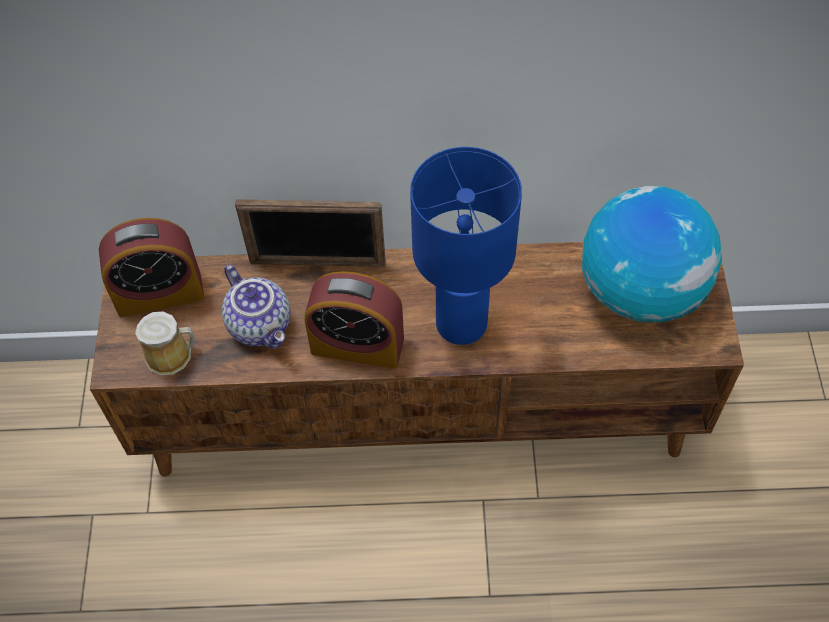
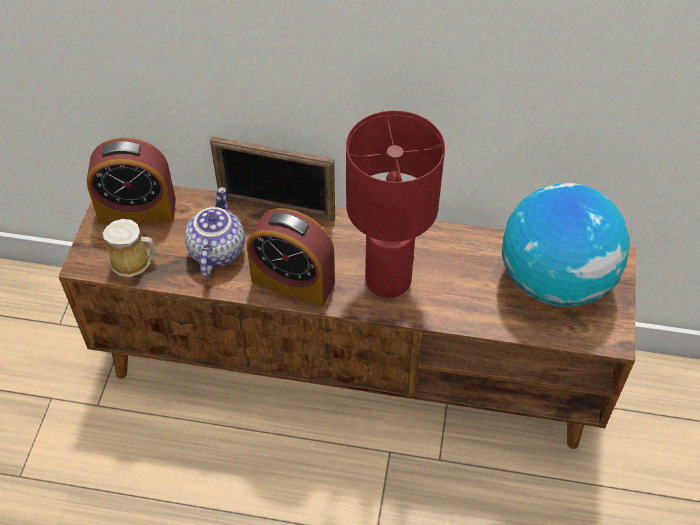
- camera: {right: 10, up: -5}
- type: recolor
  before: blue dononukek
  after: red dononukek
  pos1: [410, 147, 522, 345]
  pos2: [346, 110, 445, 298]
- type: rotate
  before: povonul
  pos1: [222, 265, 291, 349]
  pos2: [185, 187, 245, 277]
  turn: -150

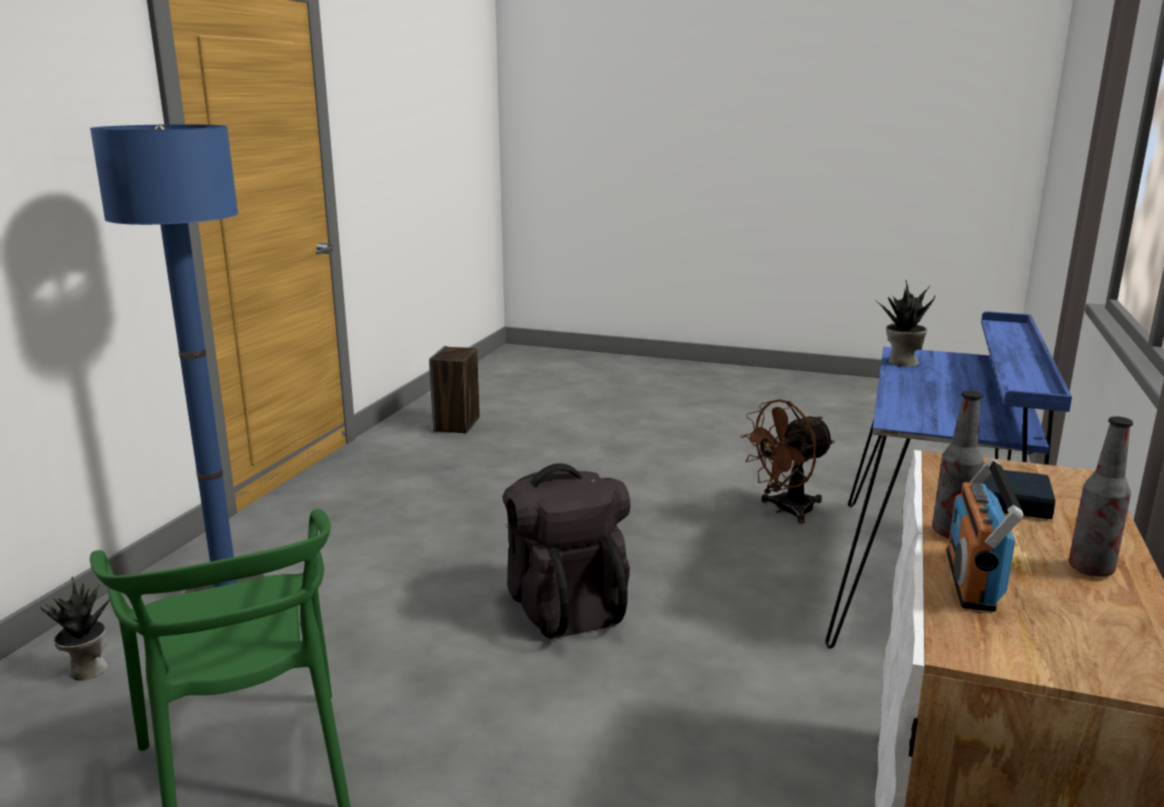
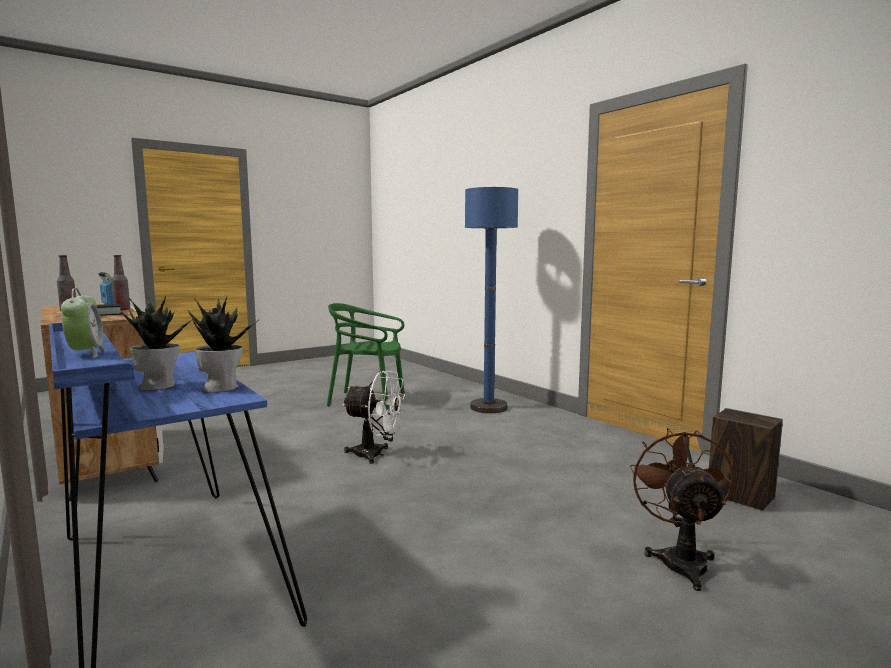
- camera: {right: 125, up: -10}
- type: insert
  after: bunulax
  pos2: [61, 288, 106, 358]
- type: move
  before: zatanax
  pos1: [40, 577, 110, 680]
  pos2: [121, 296, 192, 390]
- type: move
  before: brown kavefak
  pos1: [741, 399, 835, 524]
  pos2: [630, 428, 734, 591]
- type: replace
  before: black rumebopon
  after: white kavefak
  pos1: [502, 463, 630, 639]
  pos2: [343, 371, 405, 464]

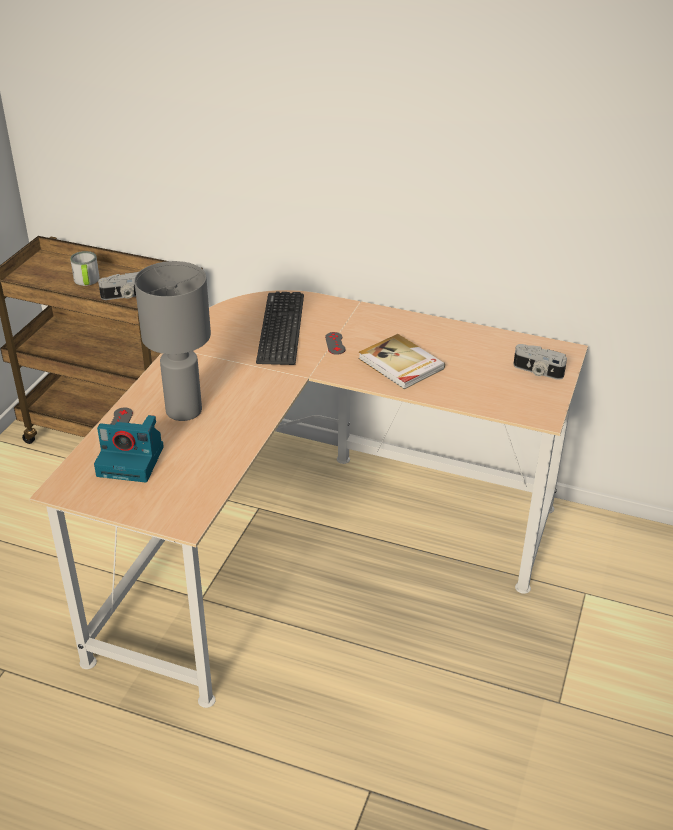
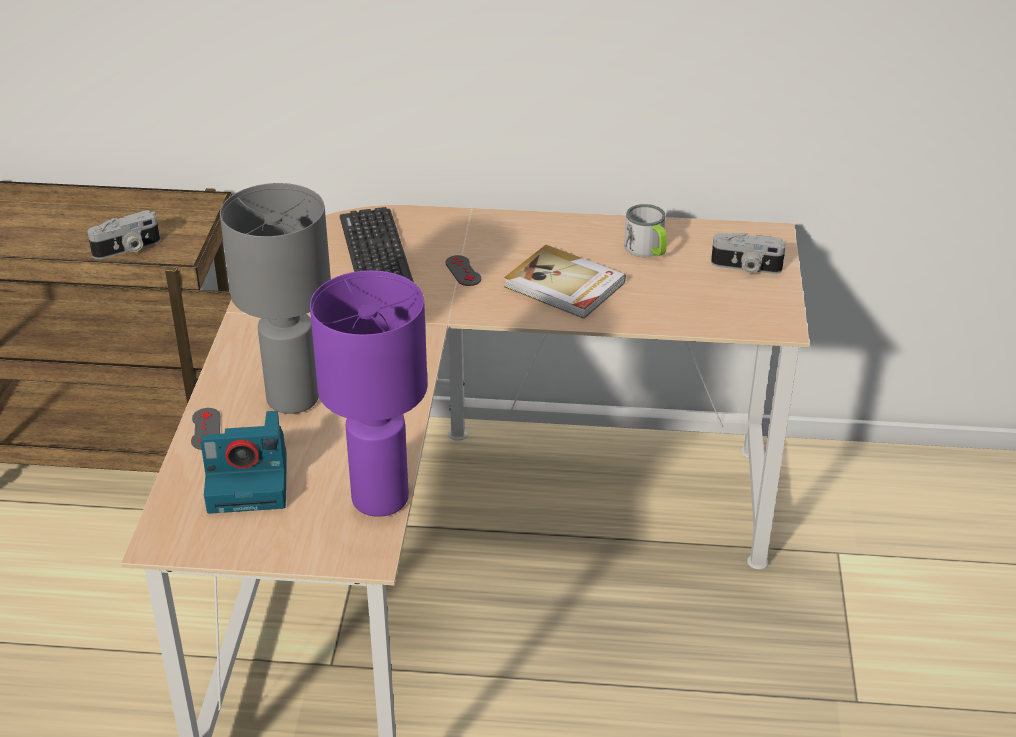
- camera: {right: -15, up: 0}
- type: insert
  after: purple dononukek
  pos2: [310, 270, 427, 517]
- type: move
  before: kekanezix
  pos1: [70, 251, 100, 286]
  pos2: [624, 204, 667, 257]

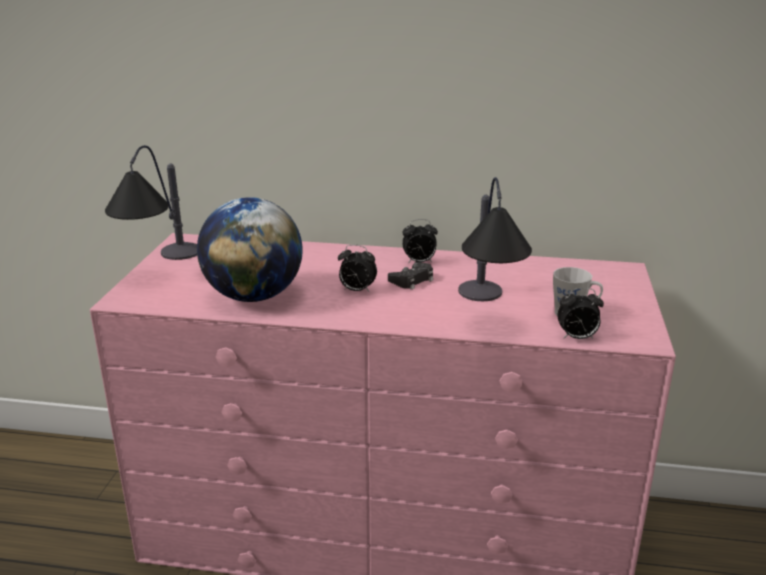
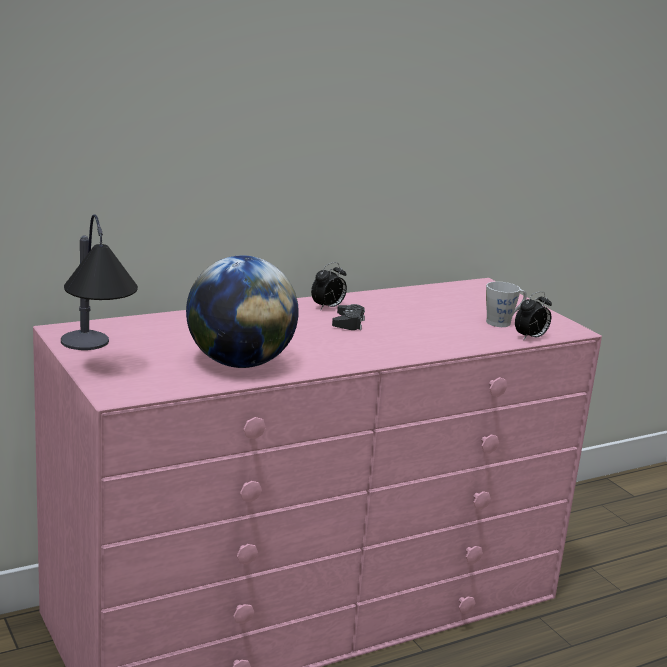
- camera: {right: -40, up: -5}
- type: delete
  before: bunulax
  pos1: [338, 245, 377, 293]
- type: delete
  before: dononukek
  pos1: [458, 177, 532, 301]

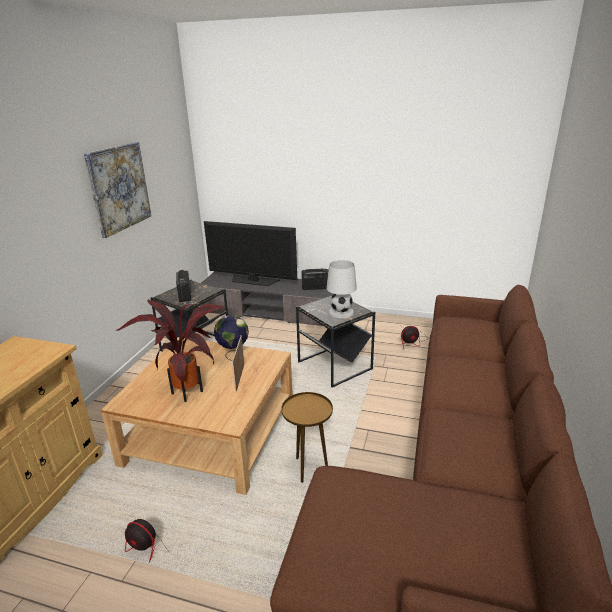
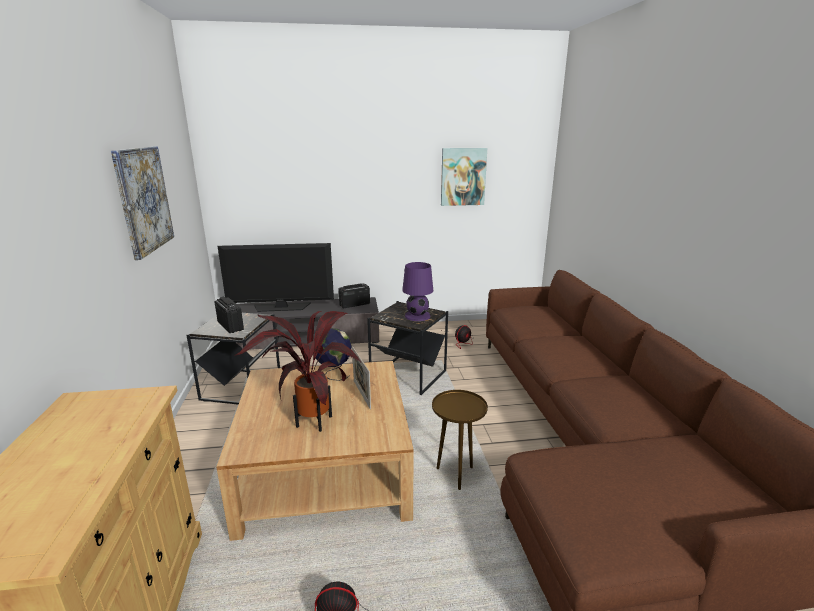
- camera: {right: -25, up: -5}
- type: insert
  after: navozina
  pos2: [441, 148, 487, 206]
- type: recolor
  before: white dononukek
  after: purple dononukek
  pos1: [326, 260, 357, 318]
  pos2: [402, 262, 433, 321]

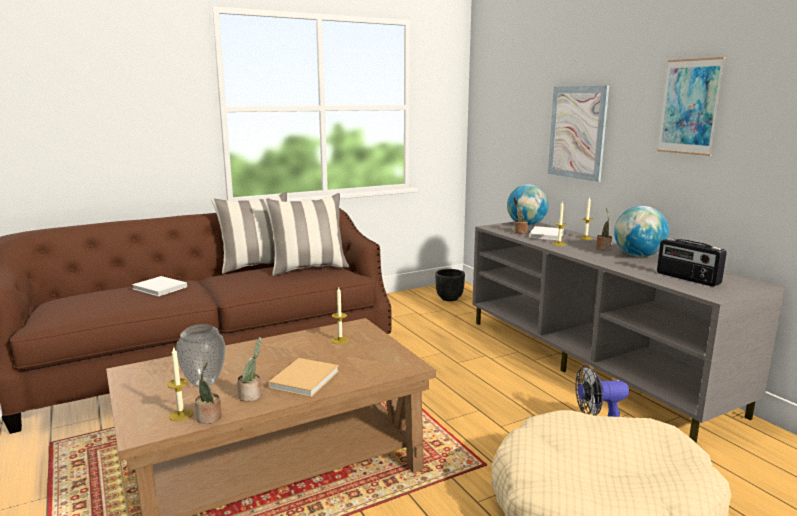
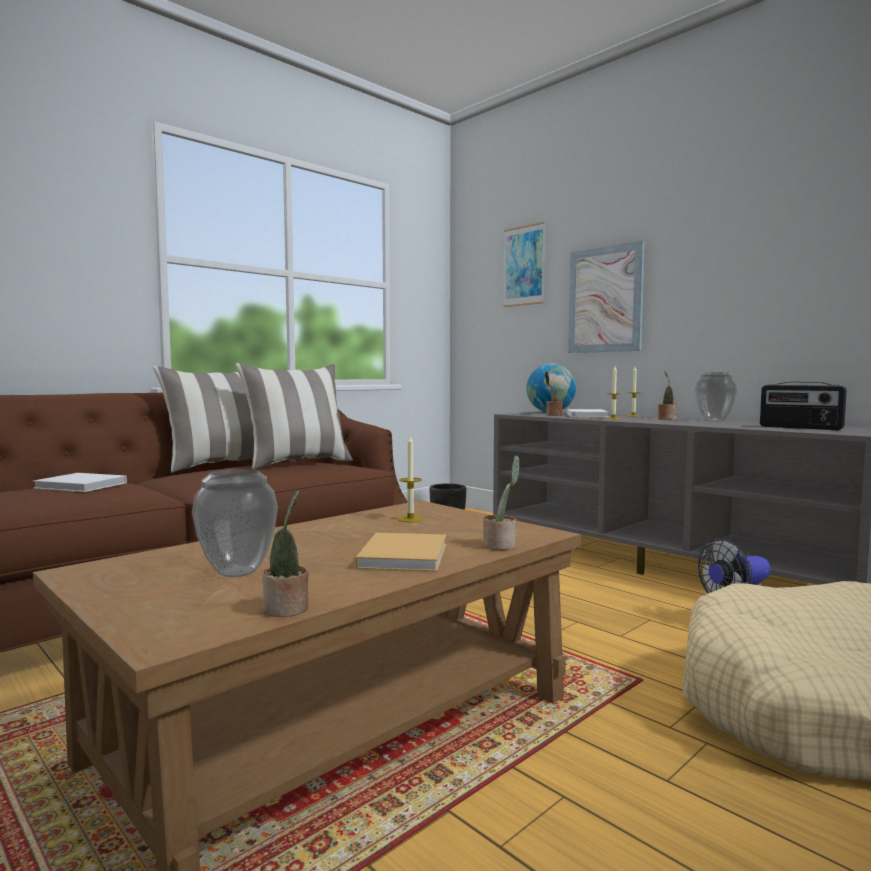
- camera: {right: -15, up: -10}
- type: delete
  before: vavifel
  pos1: [167, 346, 193, 421]
- type: move
  before: zatanax
  pos1: [237, 337, 261, 402]
  pos2: [483, 455, 520, 550]
- type: move
  before: navozina
  pos1: [657, 57, 725, 156]
  pos2: [503, 222, 546, 307]
- type: replace
  before: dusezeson
  after: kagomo
  pos1: [614, 206, 669, 257]
  pos2: [695, 372, 738, 422]

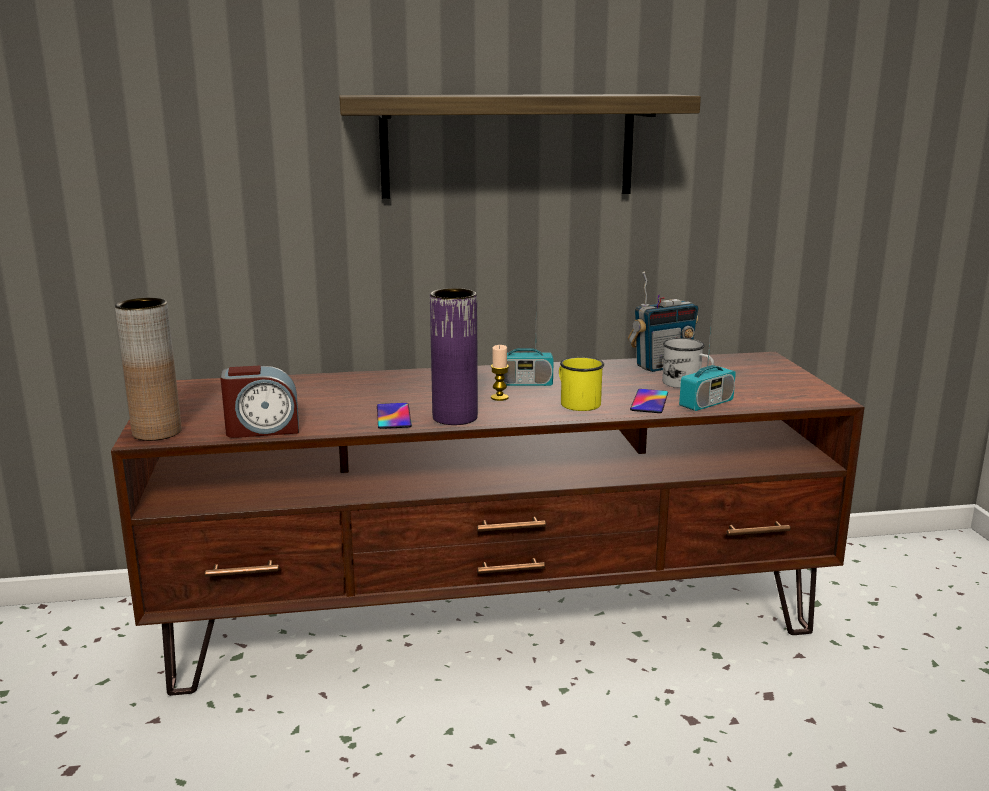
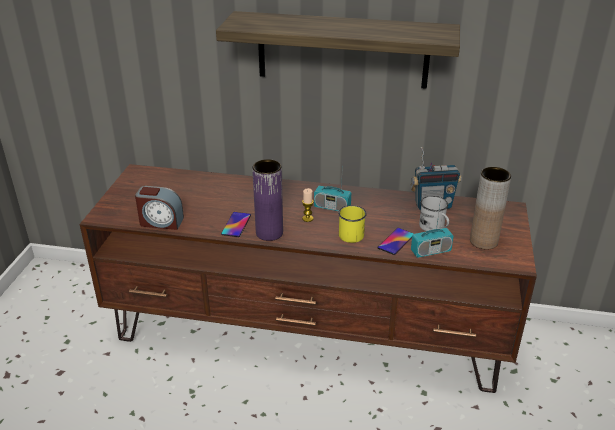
- camera: {right: 20, up: 15}
- type: move
  before: brown kagomo
  pos1: [115, 298, 182, 441]
  pos2: [470, 167, 511, 250]

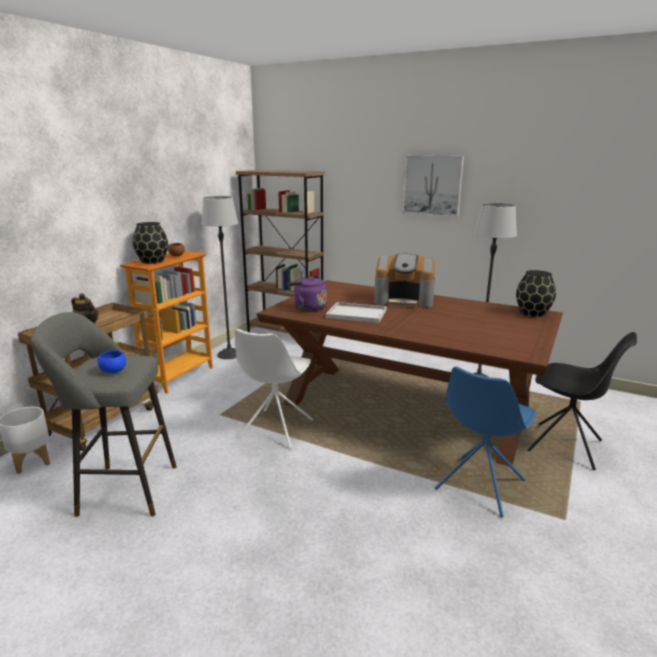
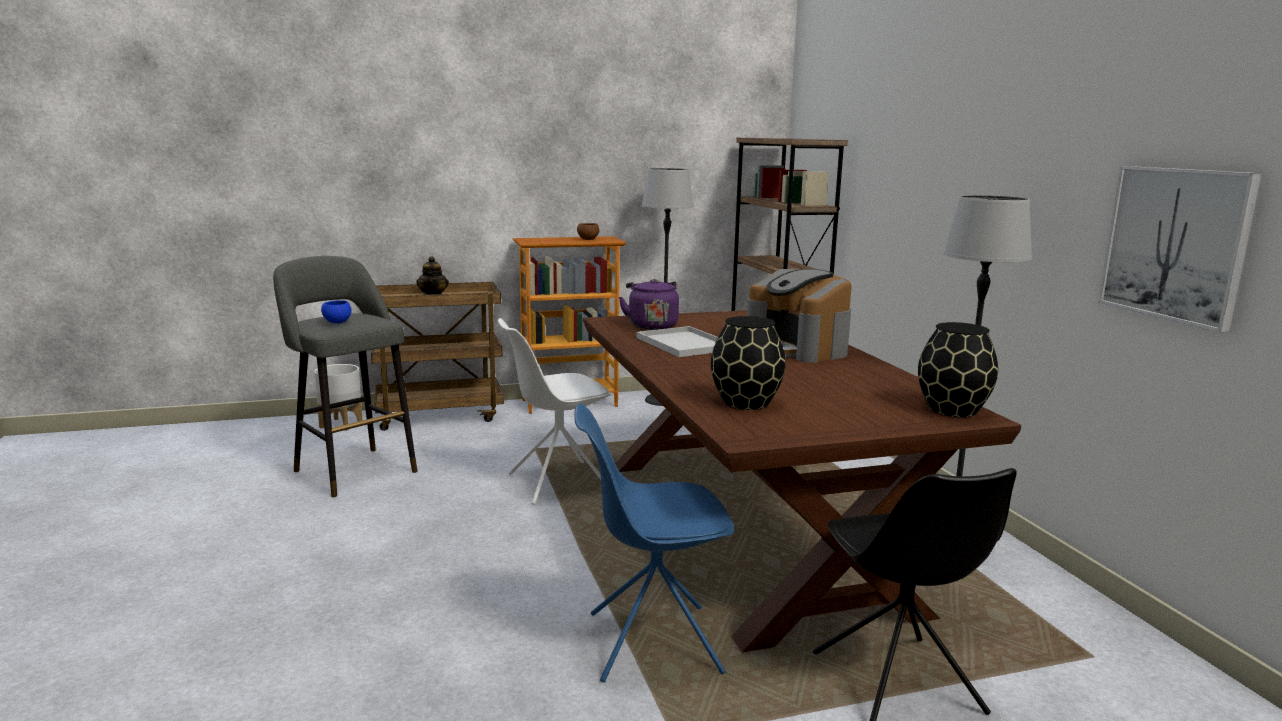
- camera: {right: 45, up: -5}
- type: move
  before: black kagomo
  pos1: [133, 222, 168, 264]
  pos2: [711, 316, 786, 410]
- type: move
  before: navozina
  pos1: [402, 155, 464, 217]
  pos2: [1098, 166, 1262, 333]

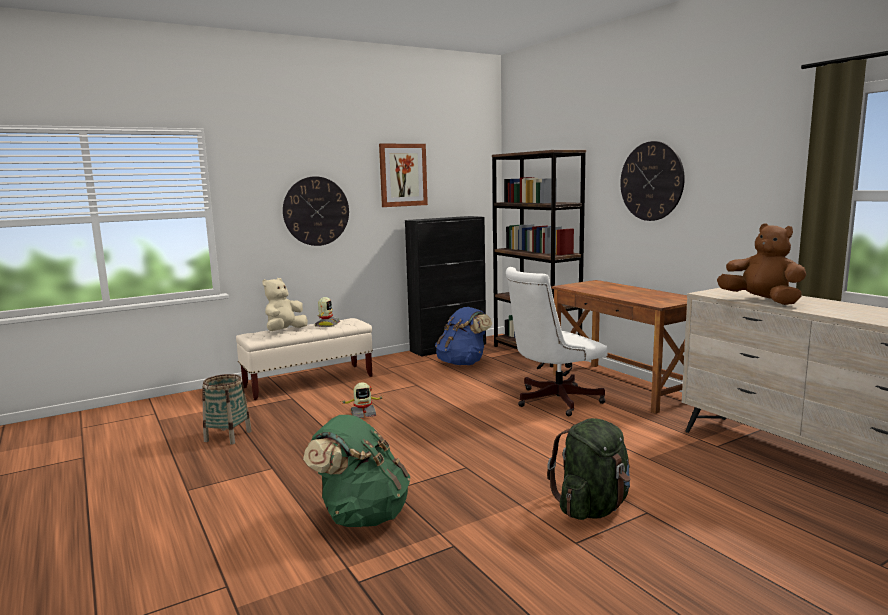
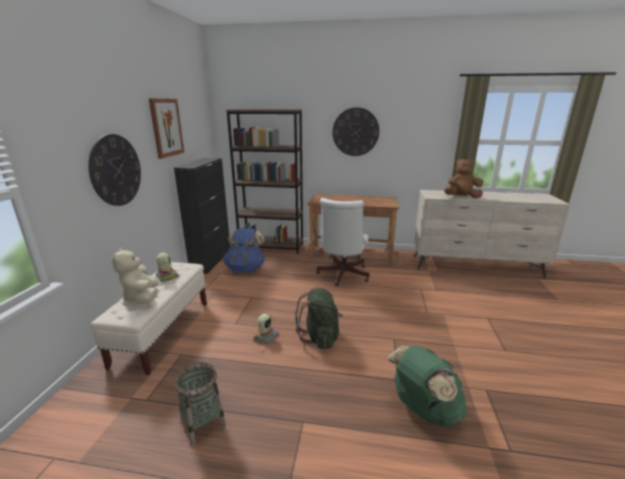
- camera: {right: -50, up: 10}
- type: move
  before: green rumebopon
  pos1: [547, 418, 630, 520]
  pos2: [295, 288, 343, 349]

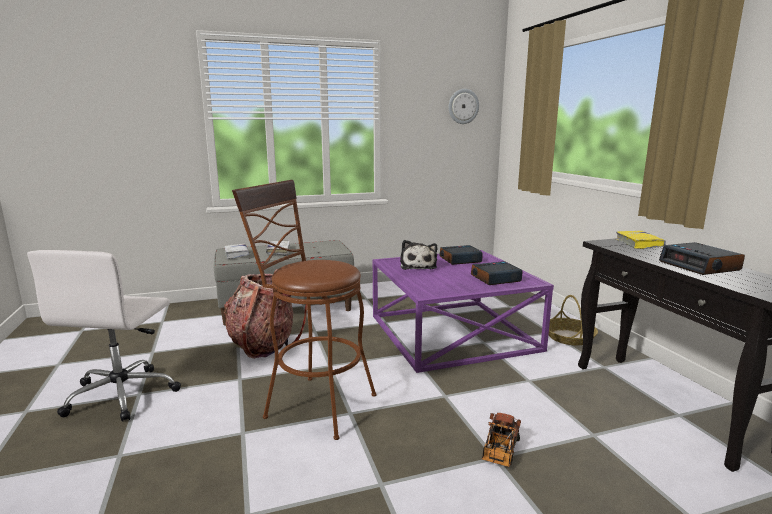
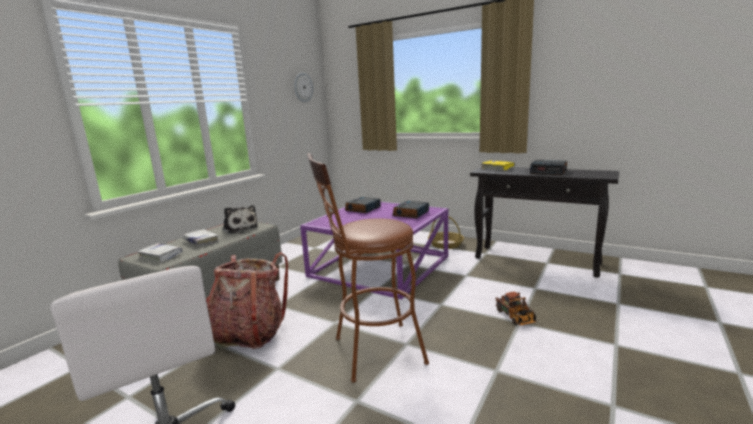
- camera: {right: -40, up: 0}
- type: move
  before: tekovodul
  pos1: [400, 240, 437, 270]
  pos2: [222, 205, 258, 234]

